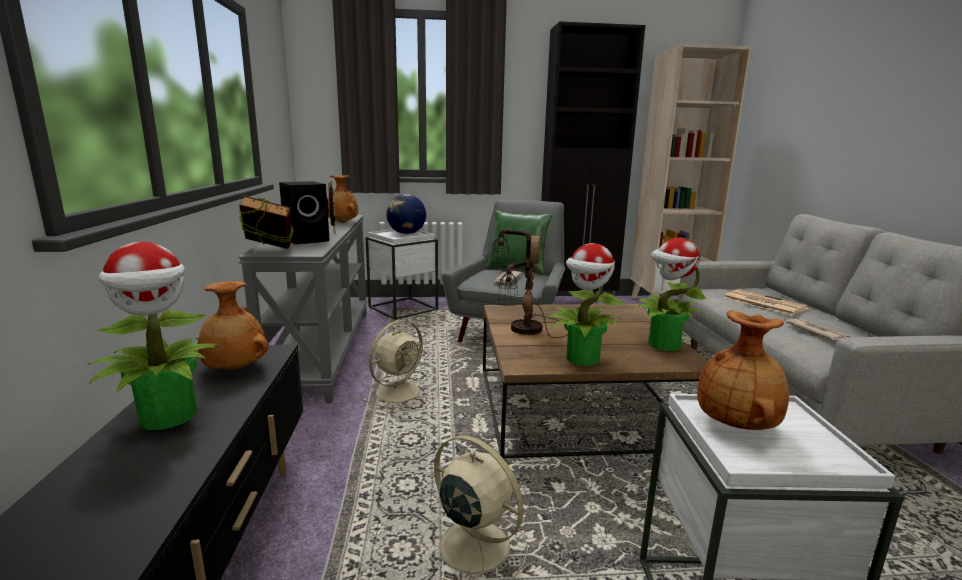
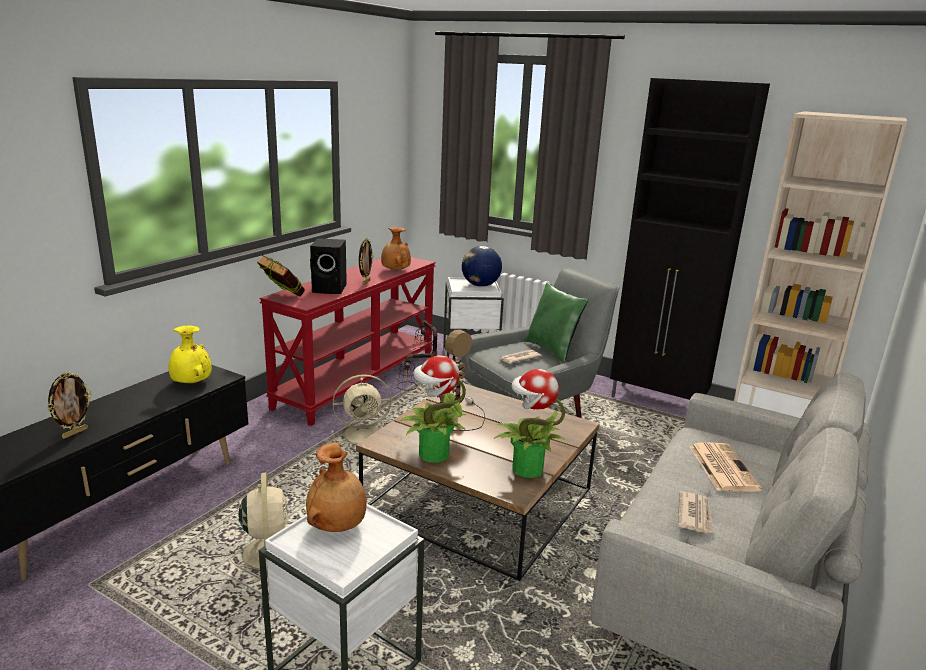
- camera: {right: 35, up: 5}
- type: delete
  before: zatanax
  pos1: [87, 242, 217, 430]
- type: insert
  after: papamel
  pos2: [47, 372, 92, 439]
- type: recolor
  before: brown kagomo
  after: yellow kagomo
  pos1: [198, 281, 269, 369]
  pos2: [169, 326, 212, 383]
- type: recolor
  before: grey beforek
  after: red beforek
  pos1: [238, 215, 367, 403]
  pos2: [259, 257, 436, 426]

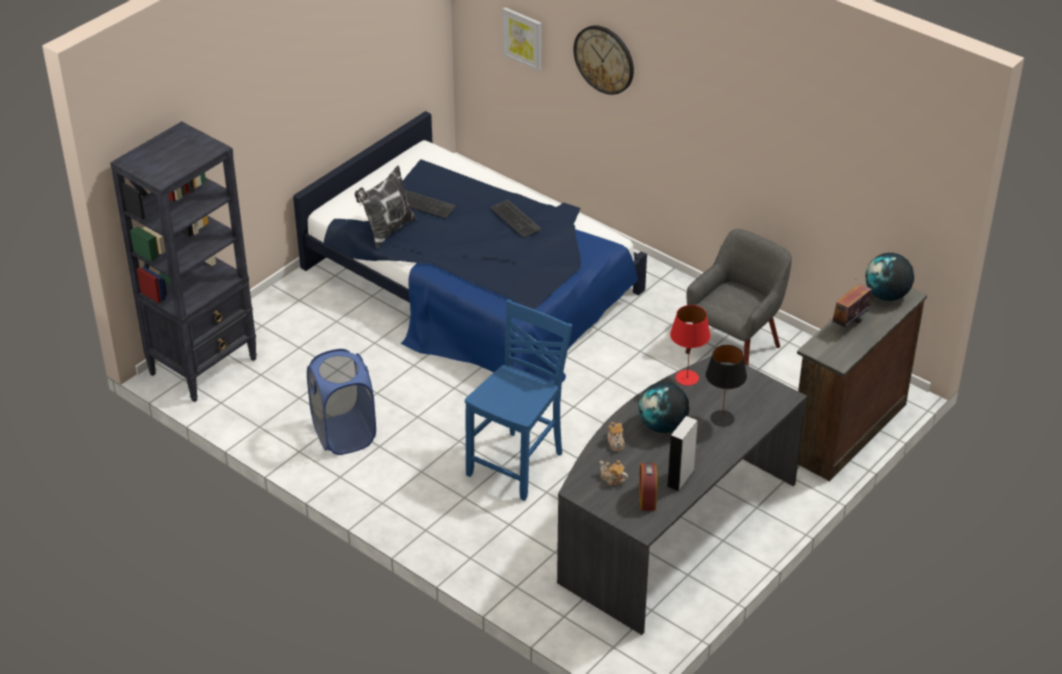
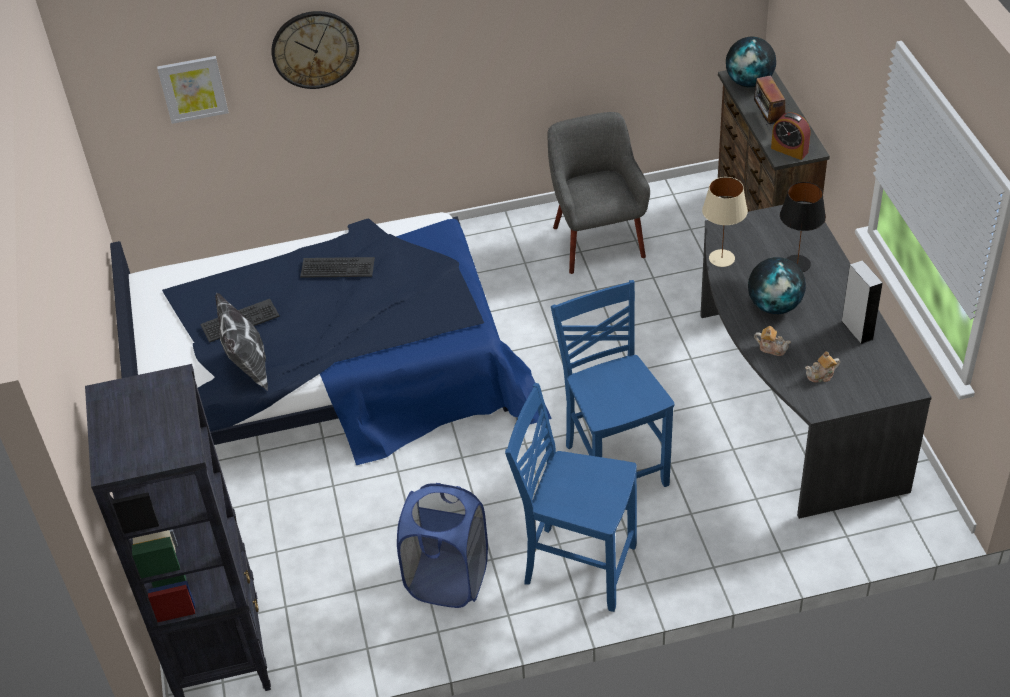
- camera: {right: -50, up: 5}
- type: insert
  after: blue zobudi
  pos2: [505, 383, 637, 612]
- type: move
  before: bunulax
  pos1: [639, 462, 657, 511]
  pos2: [771, 112, 810, 160]
- type: recolor
  before: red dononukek
  after: beige dononukek
  pos1: [670, 305, 711, 386]
  pos2: [702, 177, 748, 267]

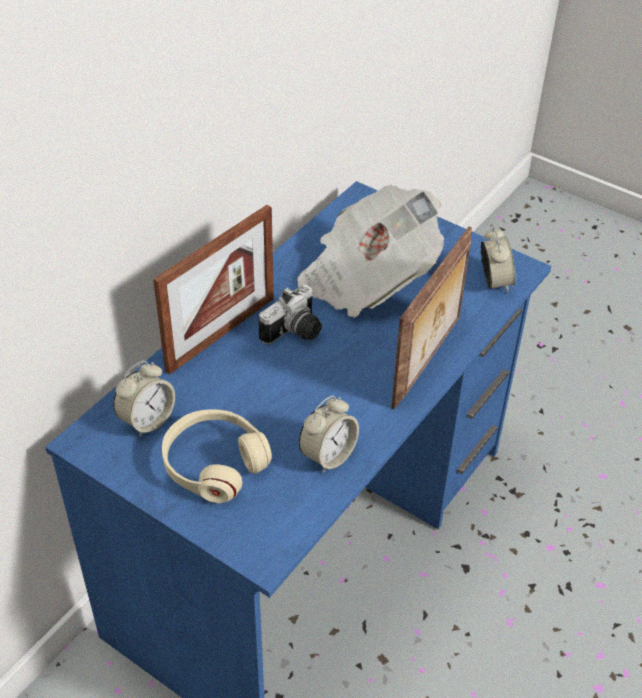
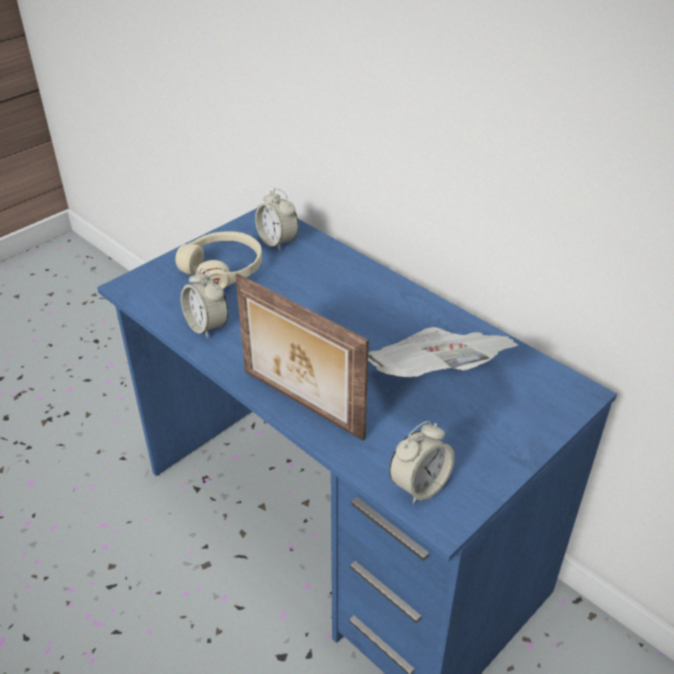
- camera: {right: 100, up: -5}
- type: delete
  before: papamel
  pos1: [153, 205, 274, 375]
- type: delete
  before: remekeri
  pos1: [258, 285, 322, 344]
- type: rotate
  before: bunulax
  pos1: [480, 227, 516, 293]
  pos2: [389, 421, 454, 504]
  turn: -45

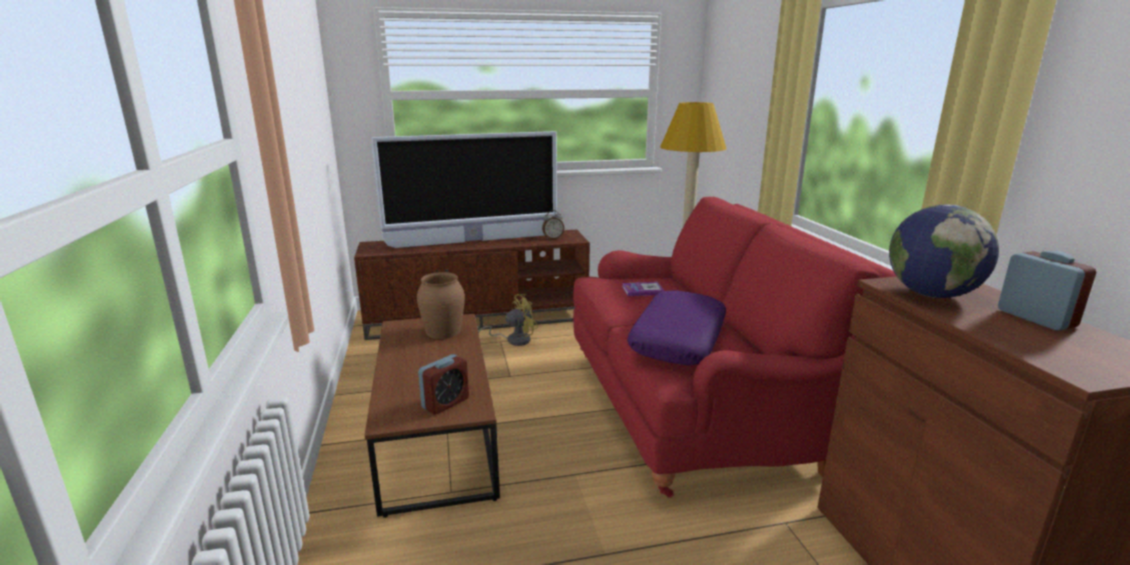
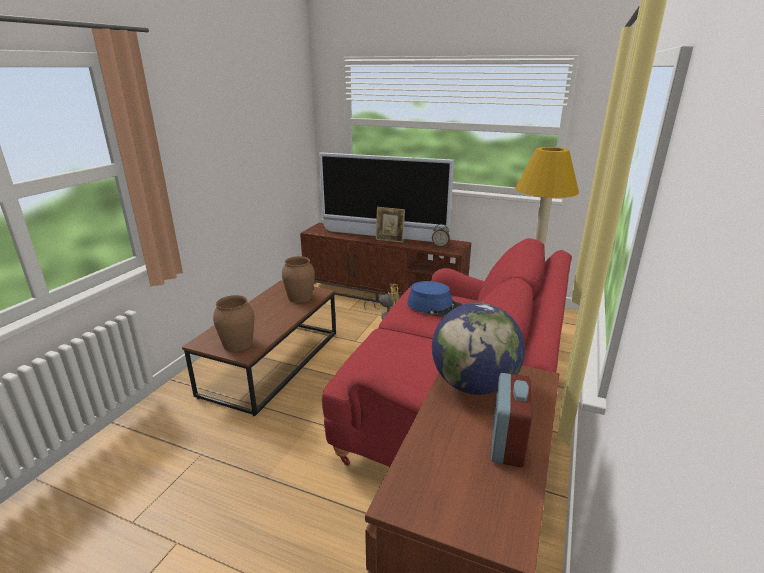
- camera: {right: 35, up: 5}
- type: delete
  before: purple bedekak
  pos1: [627, 290, 726, 366]
- type: insert
  after: papamel
  pos2: [376, 207, 405, 243]
- type: replace
  before: bunulax
  after: brown kagomo
  pos1: [418, 354, 469, 414]
  pos2: [213, 295, 254, 352]
- type: replace
  before: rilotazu
  after: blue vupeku
  pos1: [622, 282, 664, 296]
  pos2: [407, 281, 463, 317]

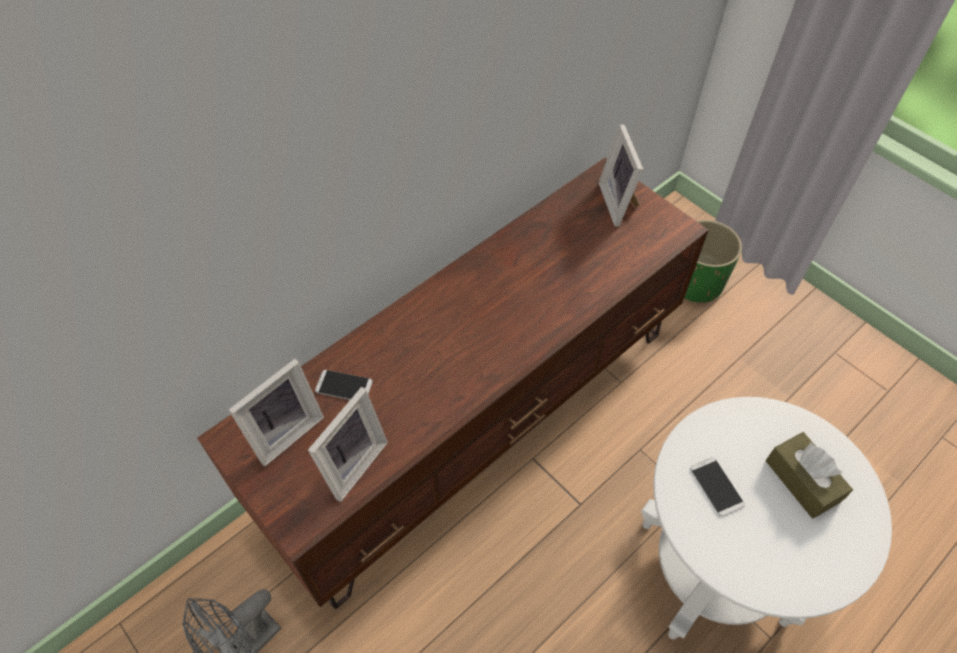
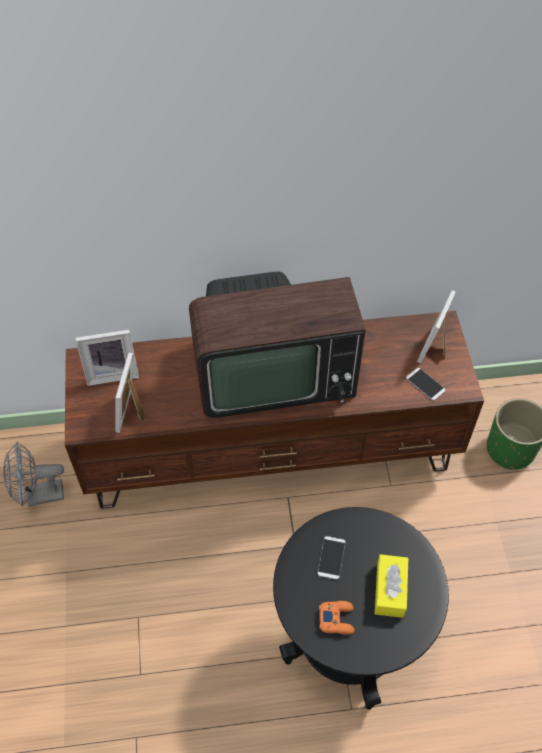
- camera: {right: 35, up: 0}
- type: insert
  after: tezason
  pos2: [189, 272, 366, 418]
- type: insert
  after: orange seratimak
  pos2: [319, 601, 355, 634]
- type: move
  before: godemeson
  pos1: [315, 370, 373, 400]
  pos2: [406, 368, 445, 400]
- type: recolor
  before: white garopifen
  after: black garopifen
  pos1: [641, 397, 892, 640]
  pos2: [273, 507, 449, 709]
- type: recolor
  before: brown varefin
  after: yellow varefin
  pos1: [766, 432, 853, 519]
  pos2: [375, 554, 408, 618]
- type: rotate
  before: papamel
  pos1: [308, 387, 388, 502]
  pos2: [115, 353, 144, 433]
  turn: 120

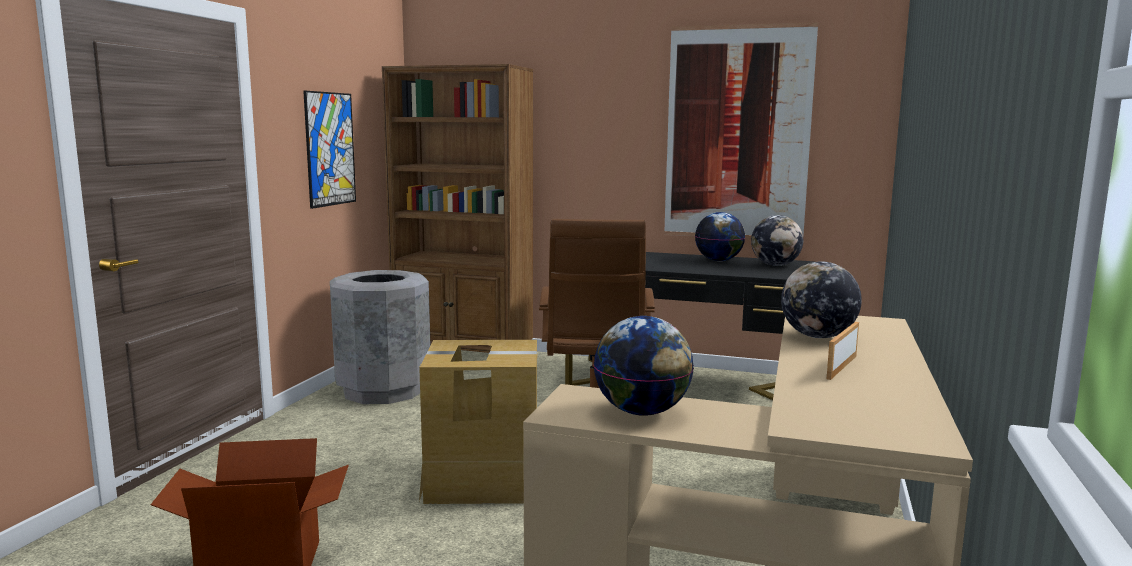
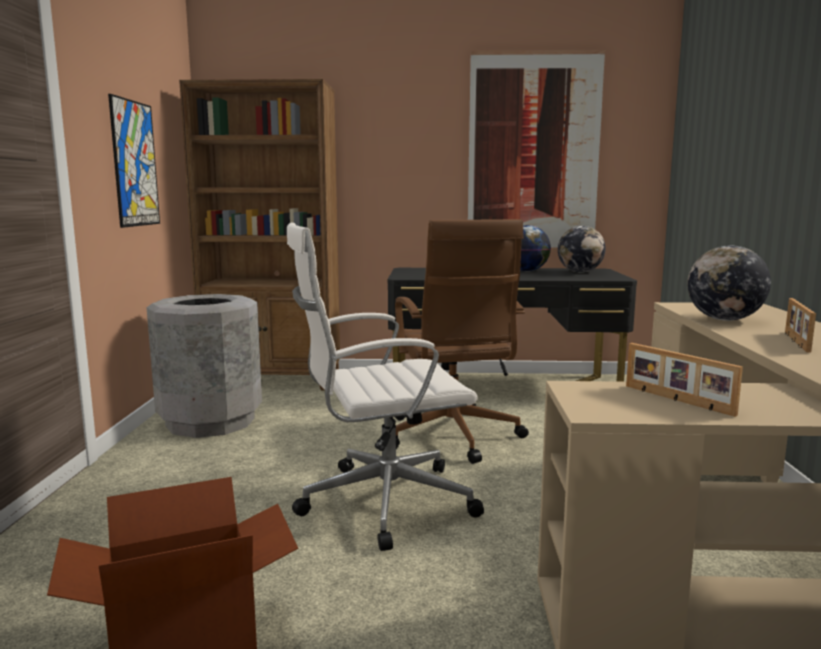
- camera: {right: -15, up: 0}
- type: replace
  before: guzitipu
  after: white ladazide
  pos1: [419, 340, 538, 504]
  pos2: [287, 223, 484, 551]
- type: replace
  before: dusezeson
  after: papamel
  pos1: [593, 316, 694, 416]
  pos2: [626, 343, 743, 417]

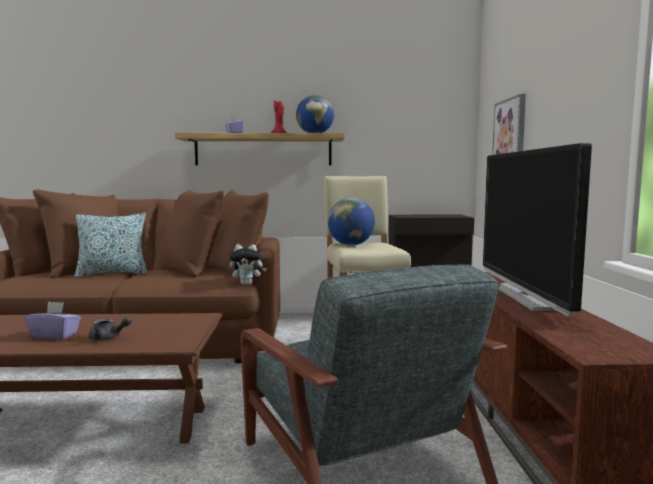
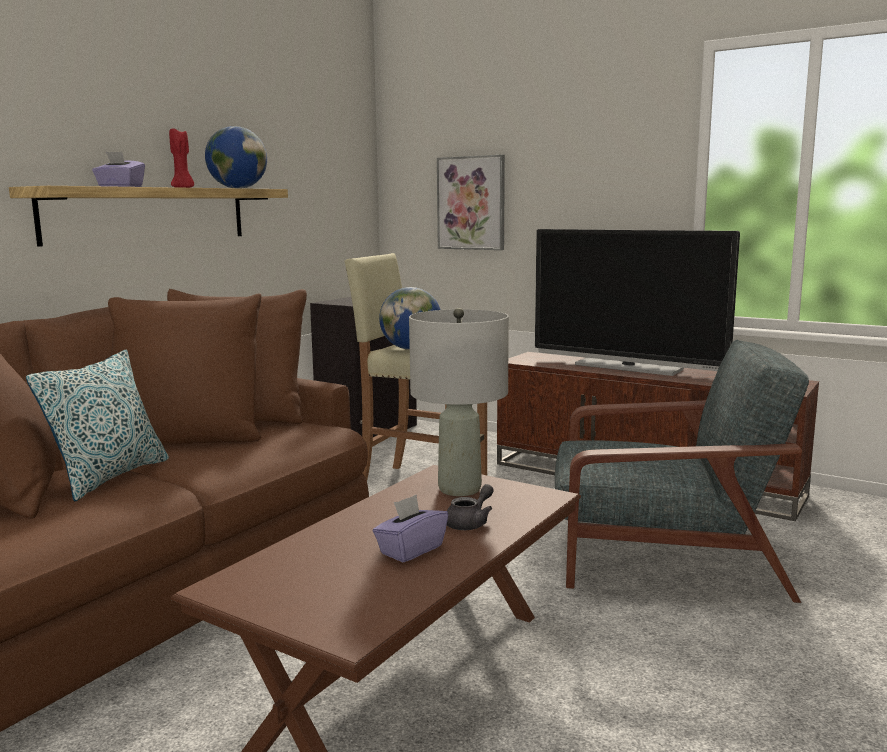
- camera: {right: -55, up: 5}
- type: delete
  before: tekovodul
  pos1: [229, 244, 267, 285]
- type: insert
  after: grey dononukek
  pos2: [409, 308, 509, 496]

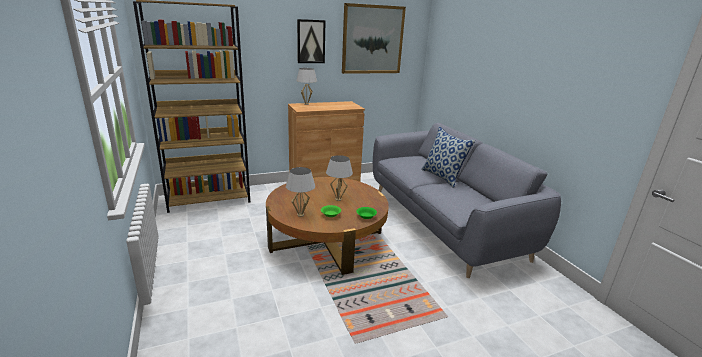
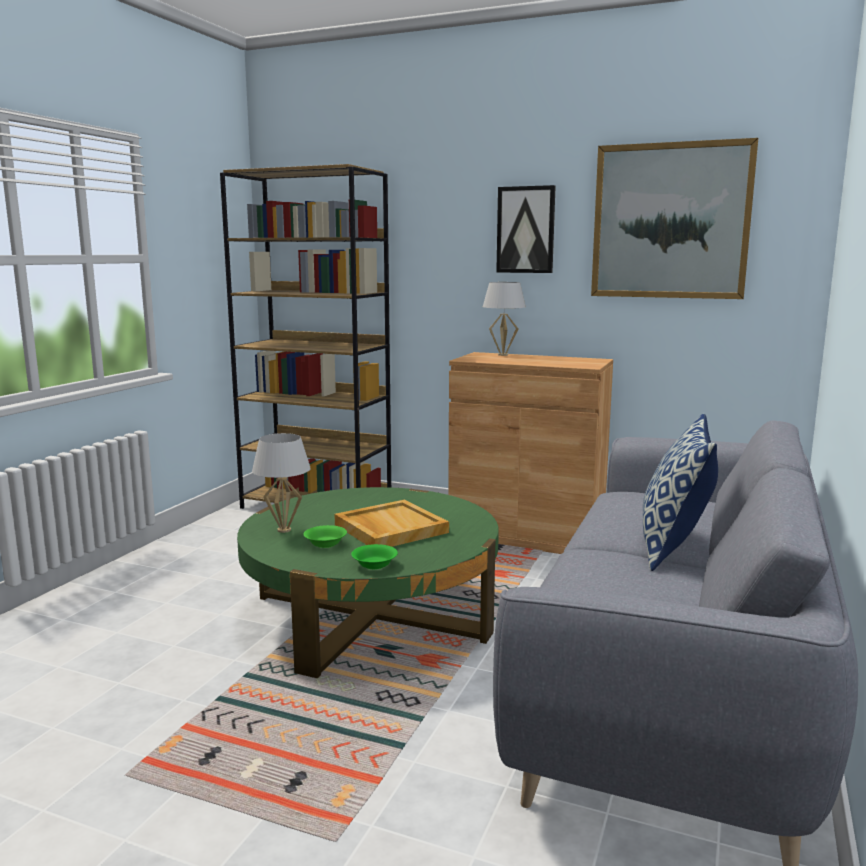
- camera: {right: 45, up: -10}
- type: replace
  before: white dononukek
  after: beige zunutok
  pos1: [326, 155, 353, 201]
  pos2: [335, 499, 449, 547]
- type: recolor
  before: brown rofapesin
  after: green rofapesin
  pos1: [266, 177, 389, 275]
  pos2: [237, 487, 499, 678]

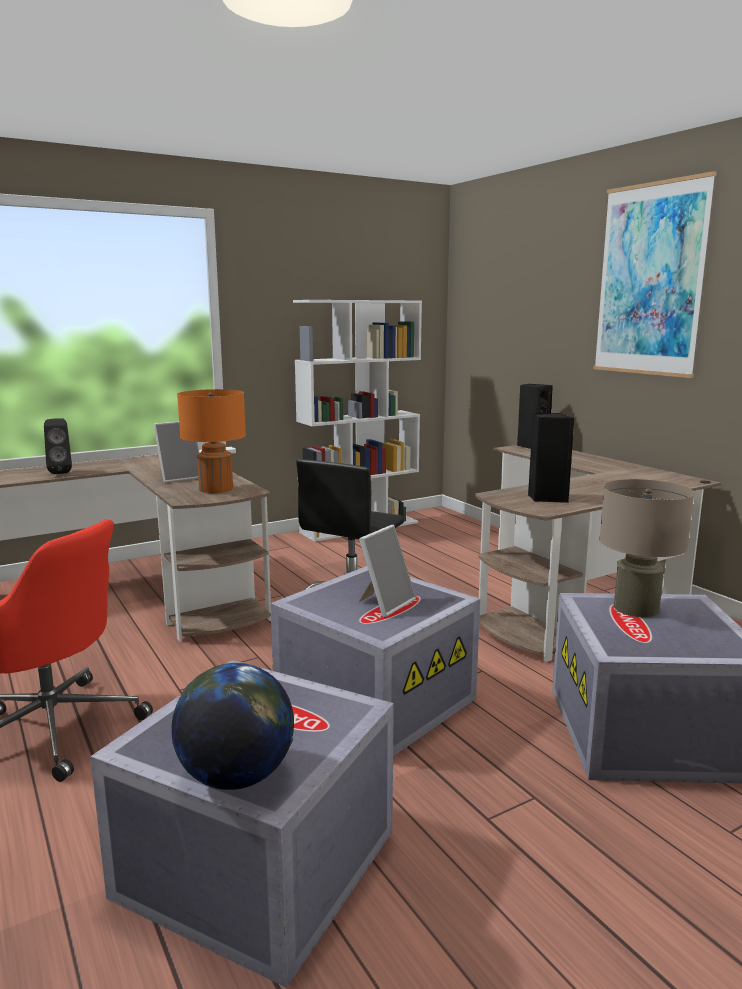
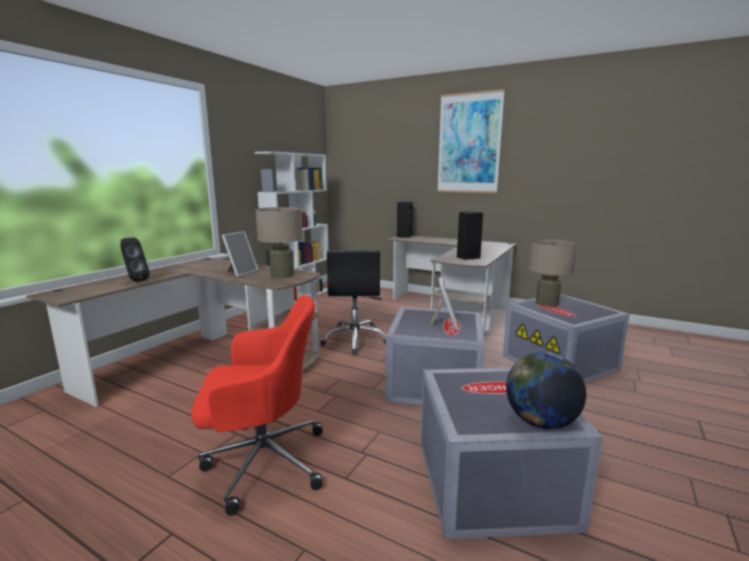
- camera: {right: -30, up: 0}
- type: recolor
  before: orange dononukek
  after: beige dononukek
  pos1: [177, 389, 246, 493]
  pos2: [256, 207, 303, 279]

